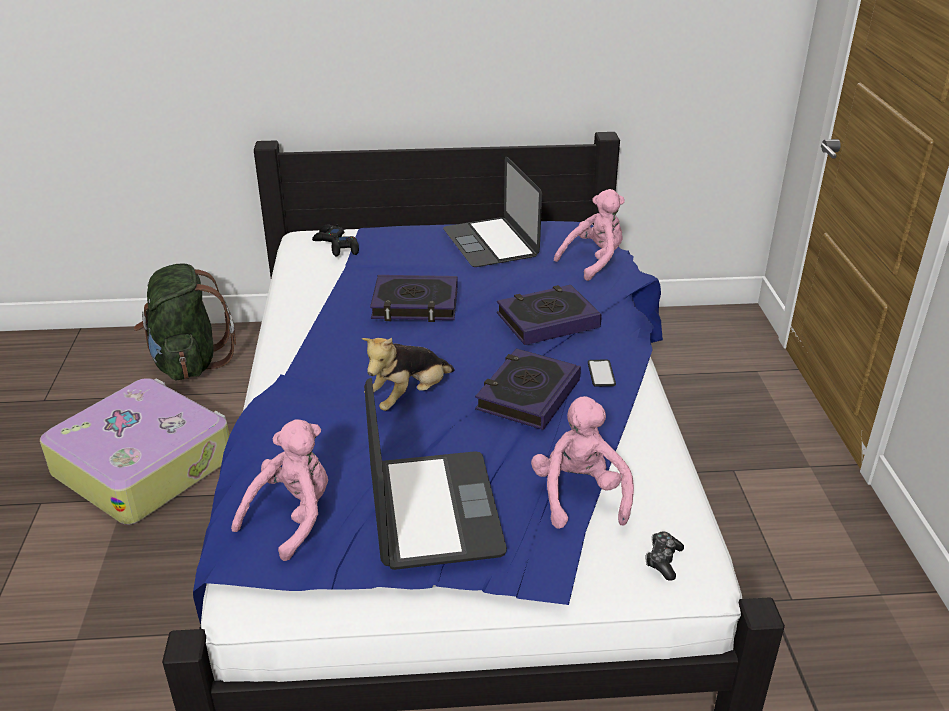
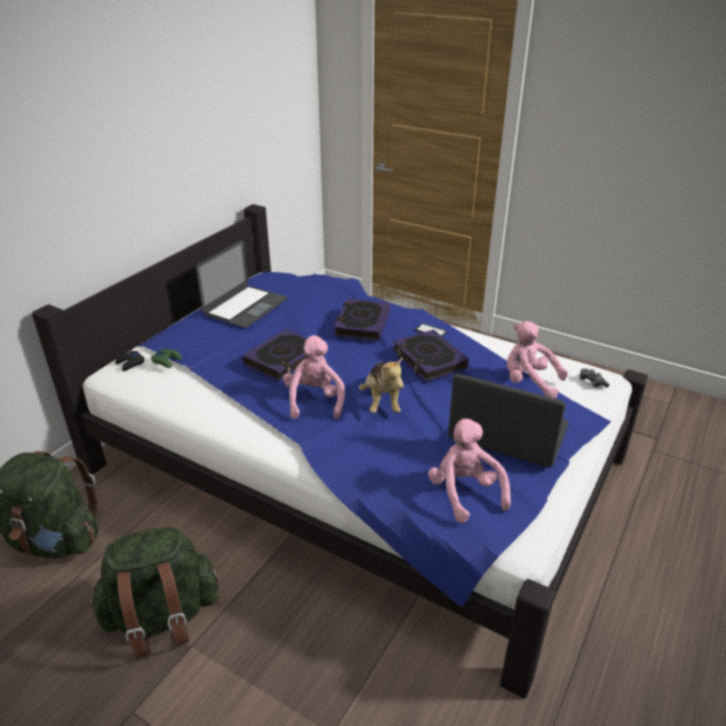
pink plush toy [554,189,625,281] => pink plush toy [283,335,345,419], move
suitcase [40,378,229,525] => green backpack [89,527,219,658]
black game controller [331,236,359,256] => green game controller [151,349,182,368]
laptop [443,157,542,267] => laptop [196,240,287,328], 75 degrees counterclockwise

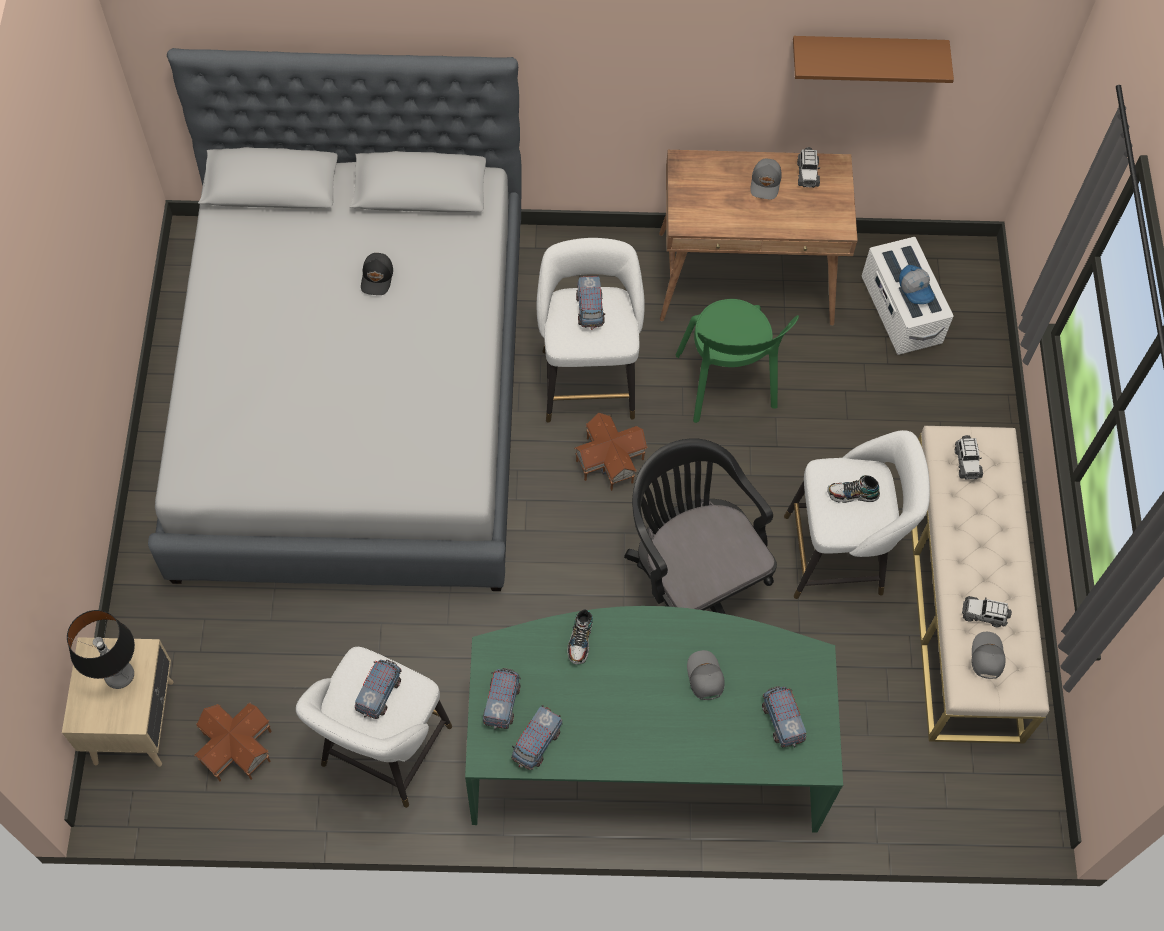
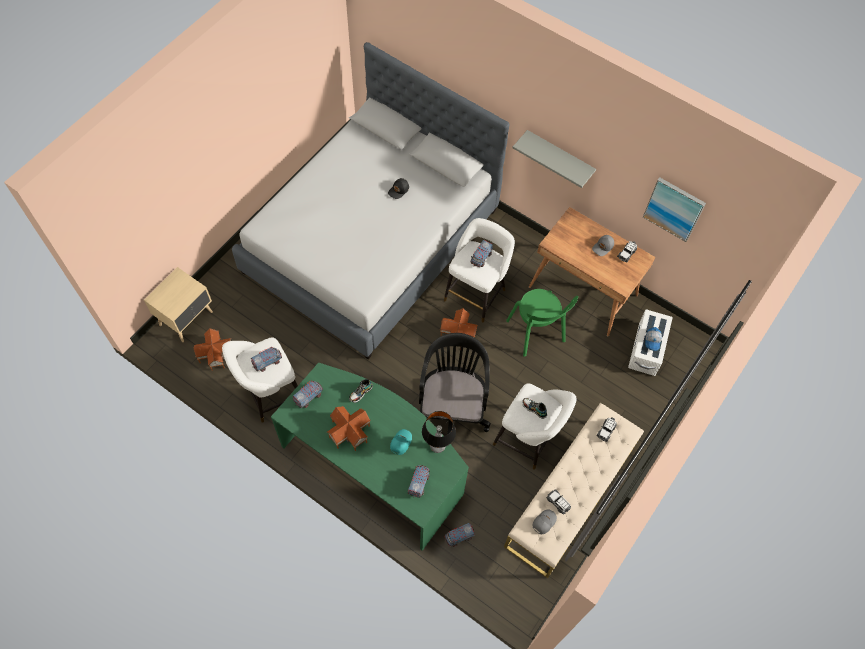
nothing => toy house [327,406,370,451]
nothing => grey shelf [513,130,596,188]
table lamp [67,610,135,689] => table lamp [422,411,456,453], move
toy truck [511,705,562,770] => toy truck [444,523,475,547], move
brown shelf [793,36,954,83] => picture [643,177,706,242]
grey cap [687,650,725,700] => turquoise cap [390,429,412,455]
green chair [676,299,799,423] => green chair [506,289,578,357], 45 degrees counterclockwise

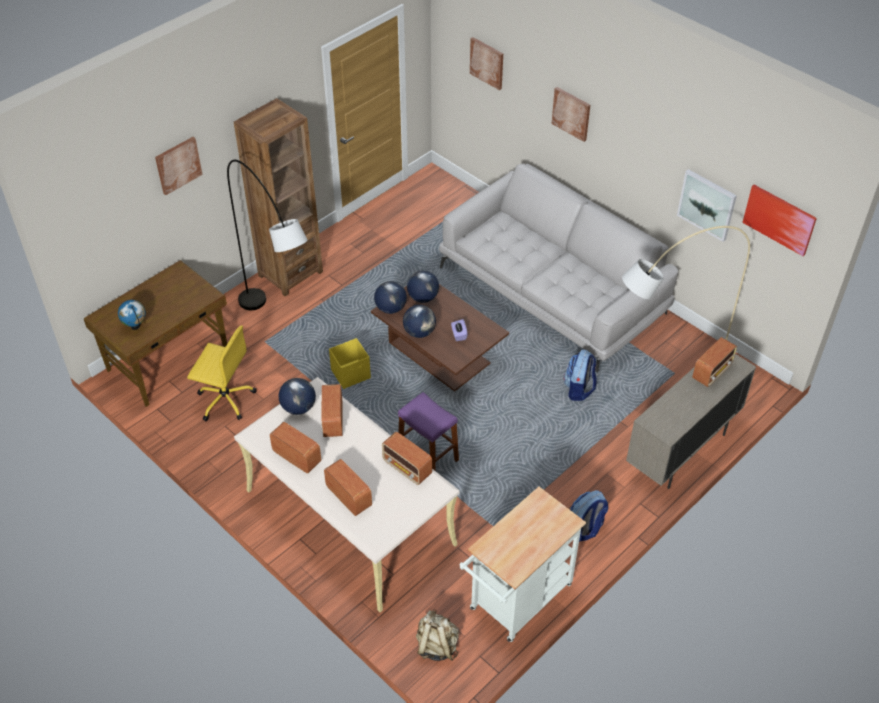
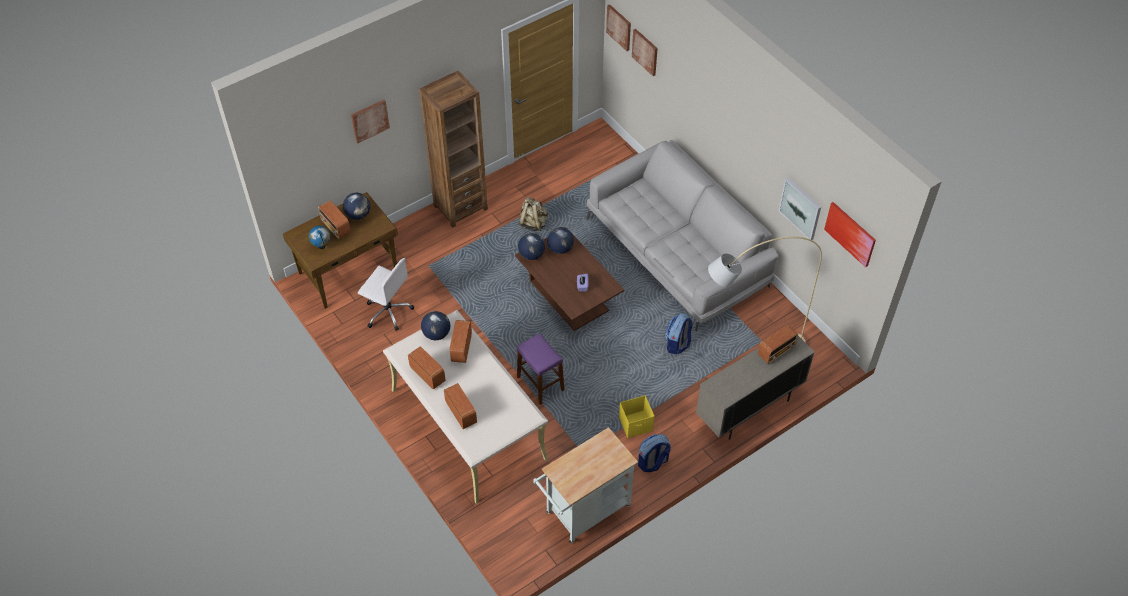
grey floor lamp [227,160,308,310] => nothing
yellow storage box [329,338,371,389] => yellow storage box [619,395,655,438], move
radio [382,432,432,485] => radio [318,200,351,239], move
globe [403,305,436,338] => globe [343,193,370,220], move
beige backpack [416,609,460,661] => beige backpack [519,197,548,232], move
picture [552,87,590,142] => picture [606,4,631,51], move
yellow office chair [187,325,257,421] => white office chair [358,258,414,331]

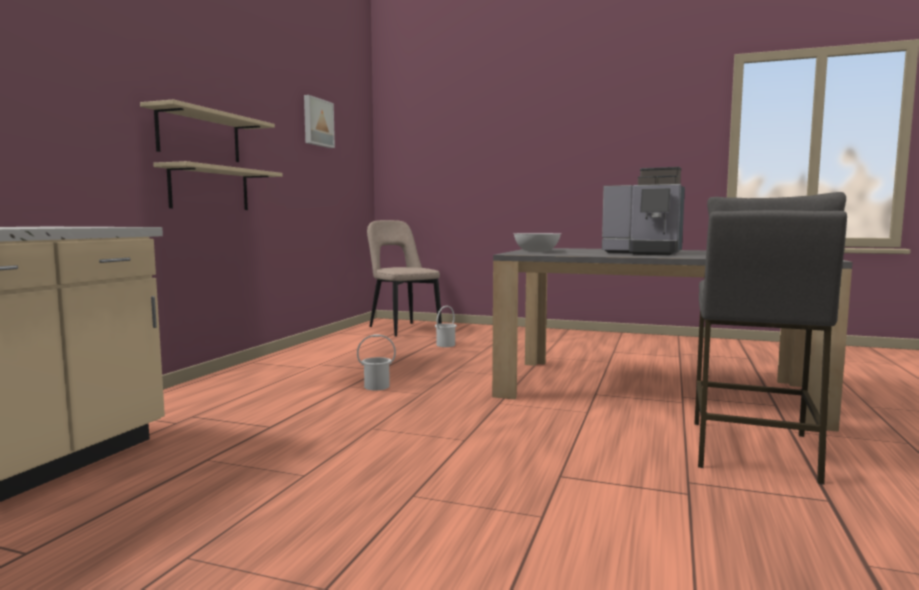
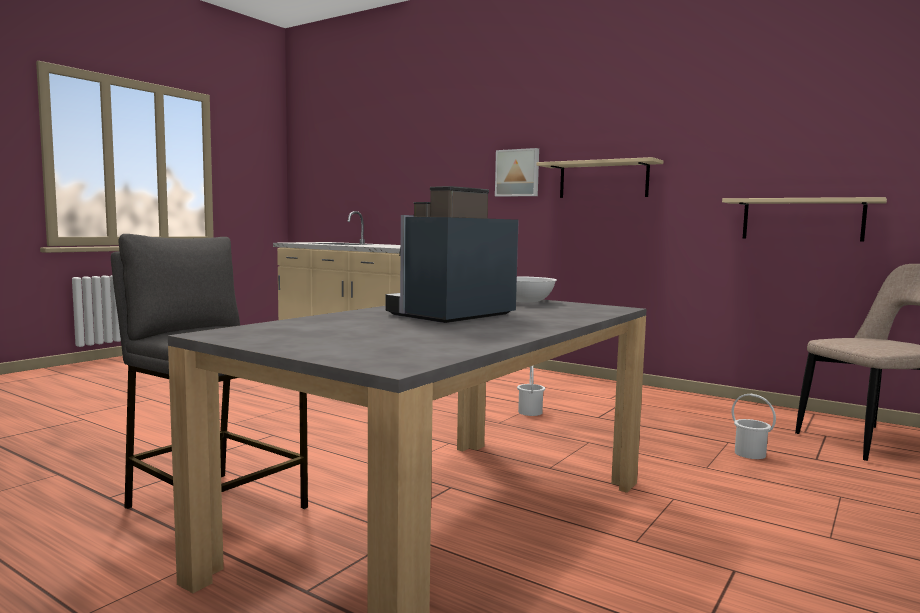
beige shelf [153,161,283,210] => beige shelf [722,197,887,241], move
picture [304,95,335,148] => picture [495,148,539,197], move

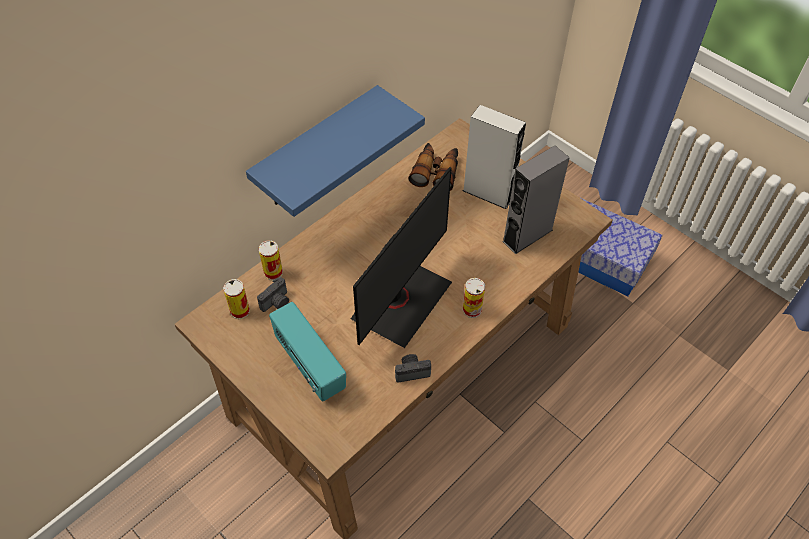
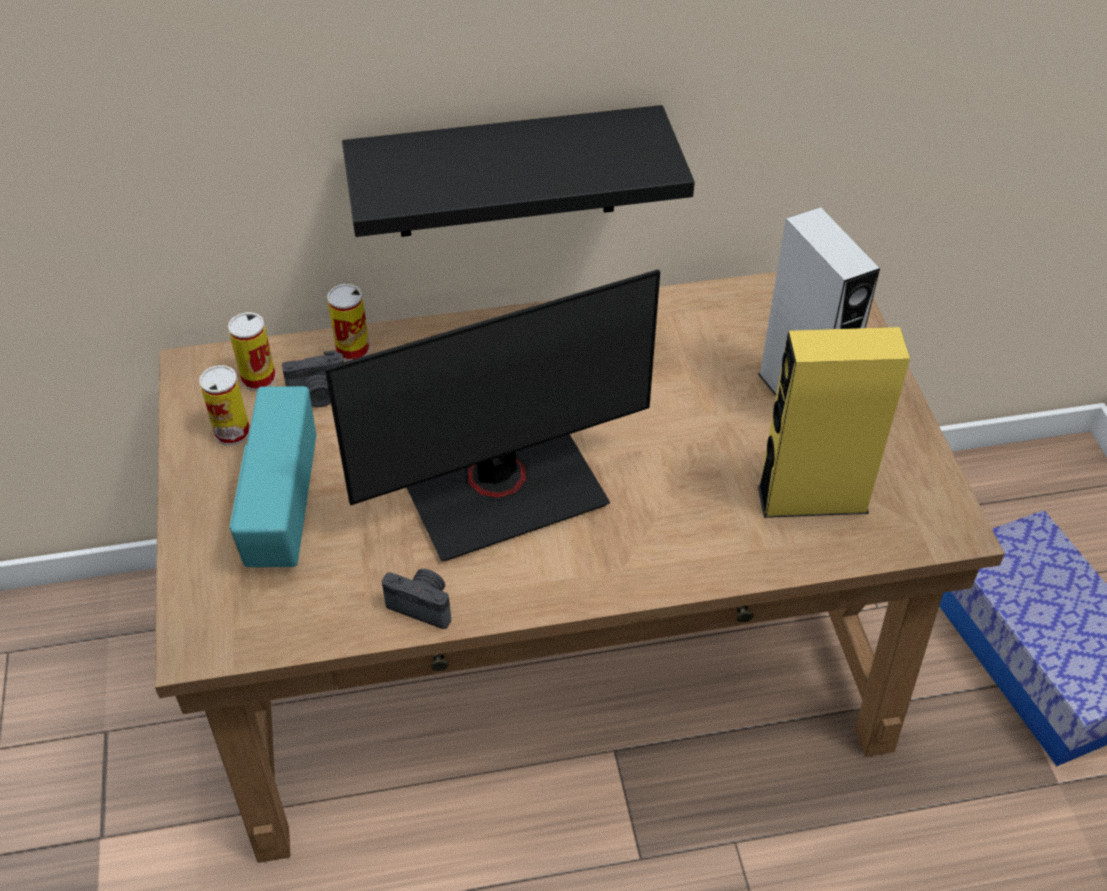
binoculars [408,143,458,191] => nothing
can [463,278,485,318] => can [199,365,250,446], move
blue shelf [246,85,425,217] => black shelf [342,105,695,237]
grey speaker [502,146,570,254] => yellow speaker [758,327,910,518]

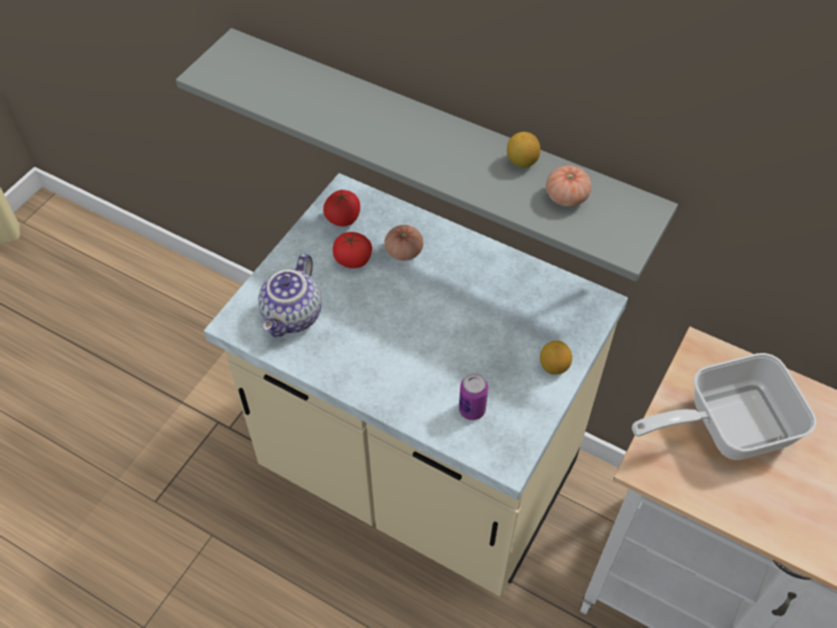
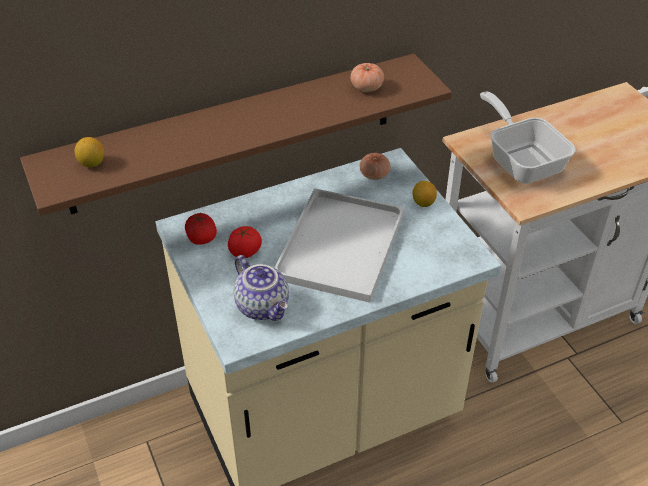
can [459,374,488,420] => nothing
nothing => white tray [274,188,404,303]
tomato [385,225,424,261] => tomato [359,153,391,180], move
lemon [507,132,540,168] => lemon [74,137,104,167], move
grey shelf [176,28,678,282] => brown shelf [20,54,452,216]
frying pan [632,353,817,460] => frying pan [480,91,576,184], 135 degrees clockwise

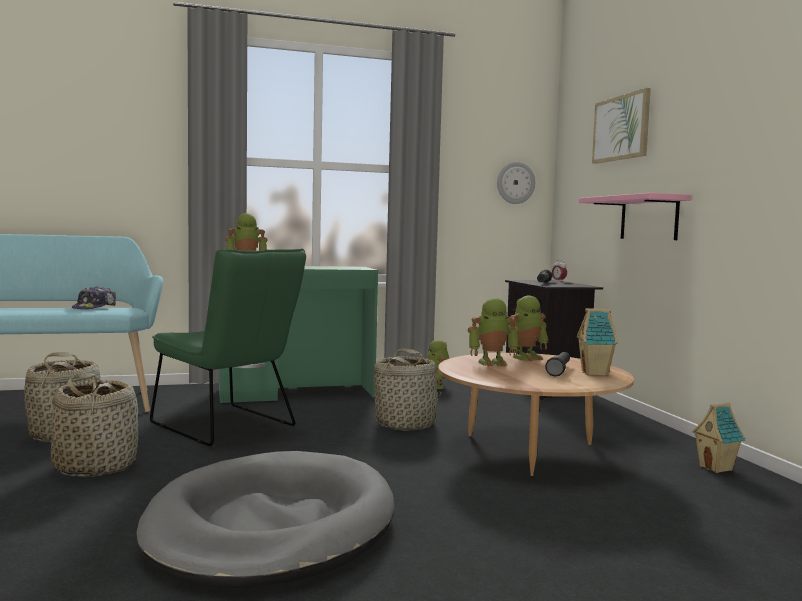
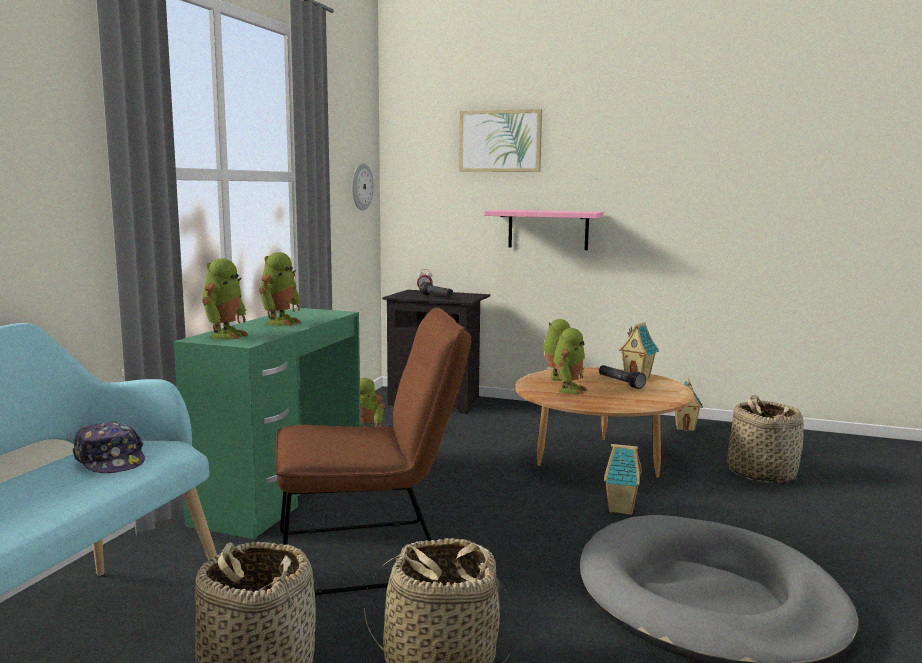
nothing => toy robot [259,252,301,326]
nothing => toy house [604,444,642,515]
basket [374,349,441,431] => basket [727,395,804,484], move
green chair [150,248,306,446] => brown chair [275,308,471,595]

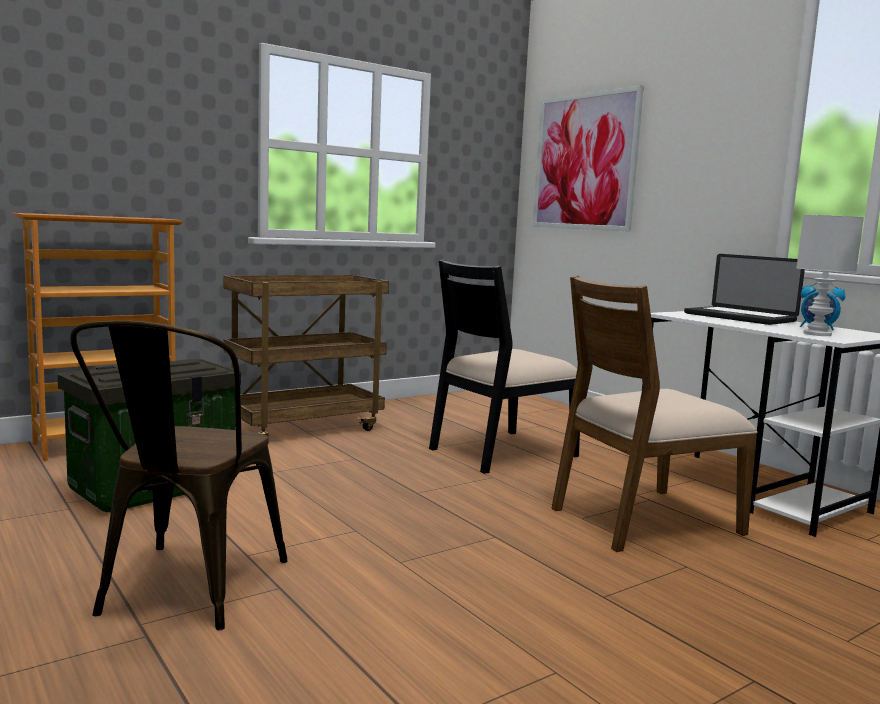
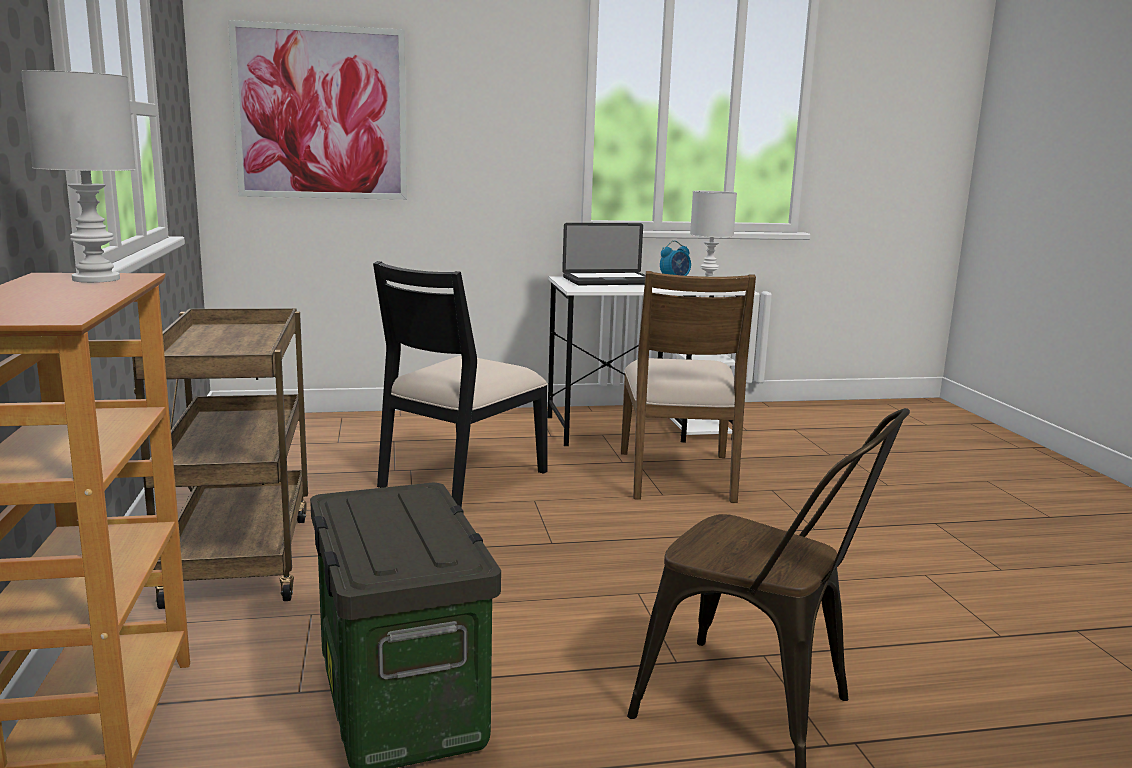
nothing => white table lamp [21,70,136,283]
black chair [429,259,580,474] => black chair [373,261,548,508], 45 degrees clockwise

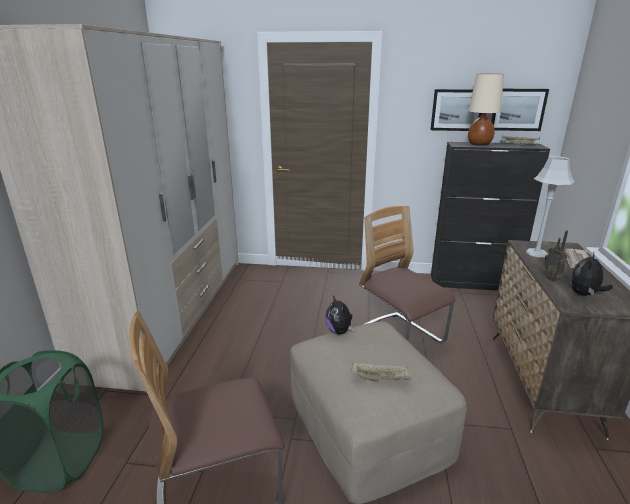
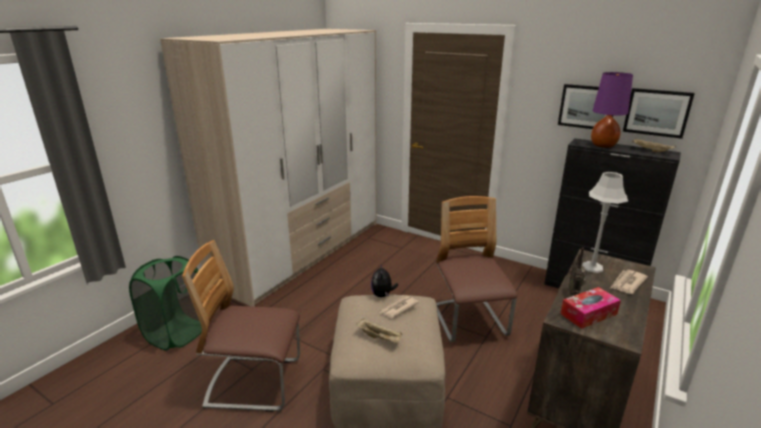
nothing => newspaper [379,295,419,318]
plush toy [570,253,613,296] => tissue box [560,287,621,329]
beige table lamp [468,74,504,146] => purple table lamp [591,72,633,148]

